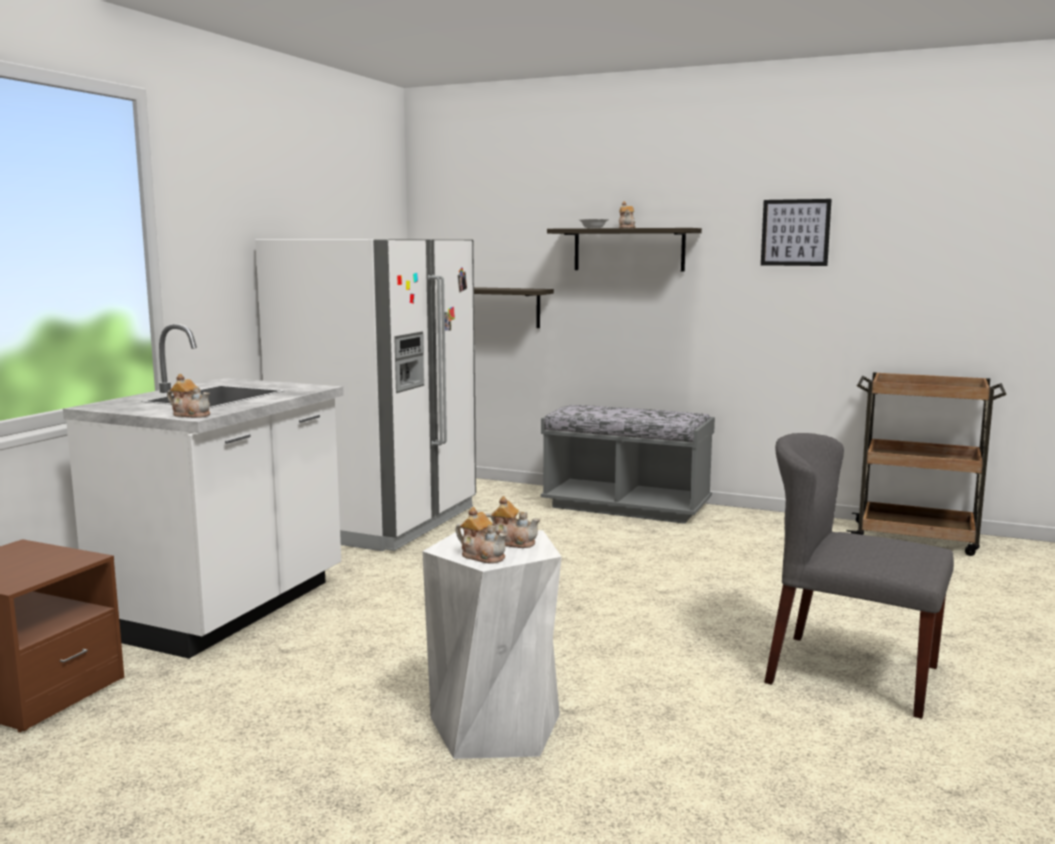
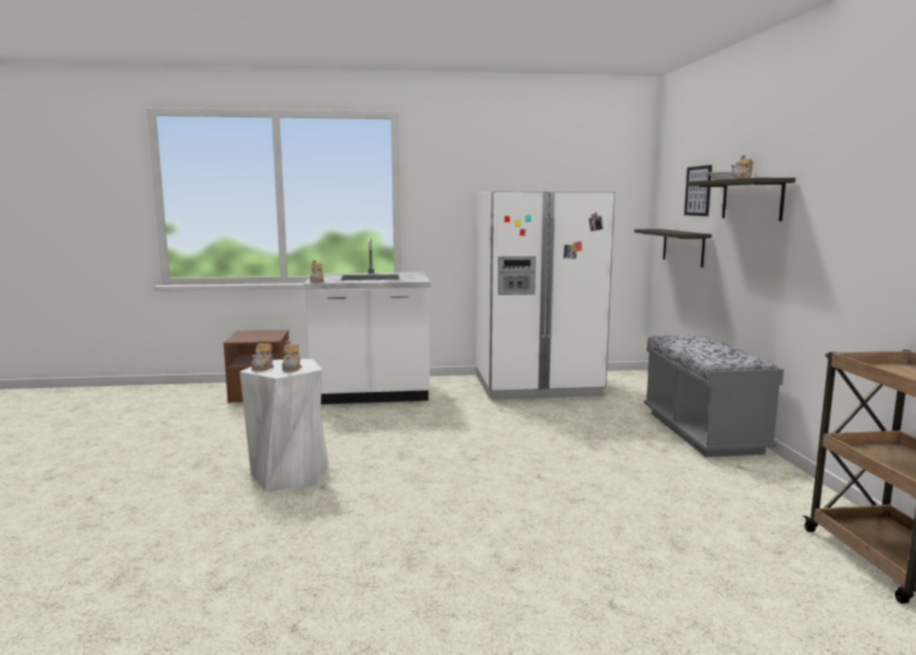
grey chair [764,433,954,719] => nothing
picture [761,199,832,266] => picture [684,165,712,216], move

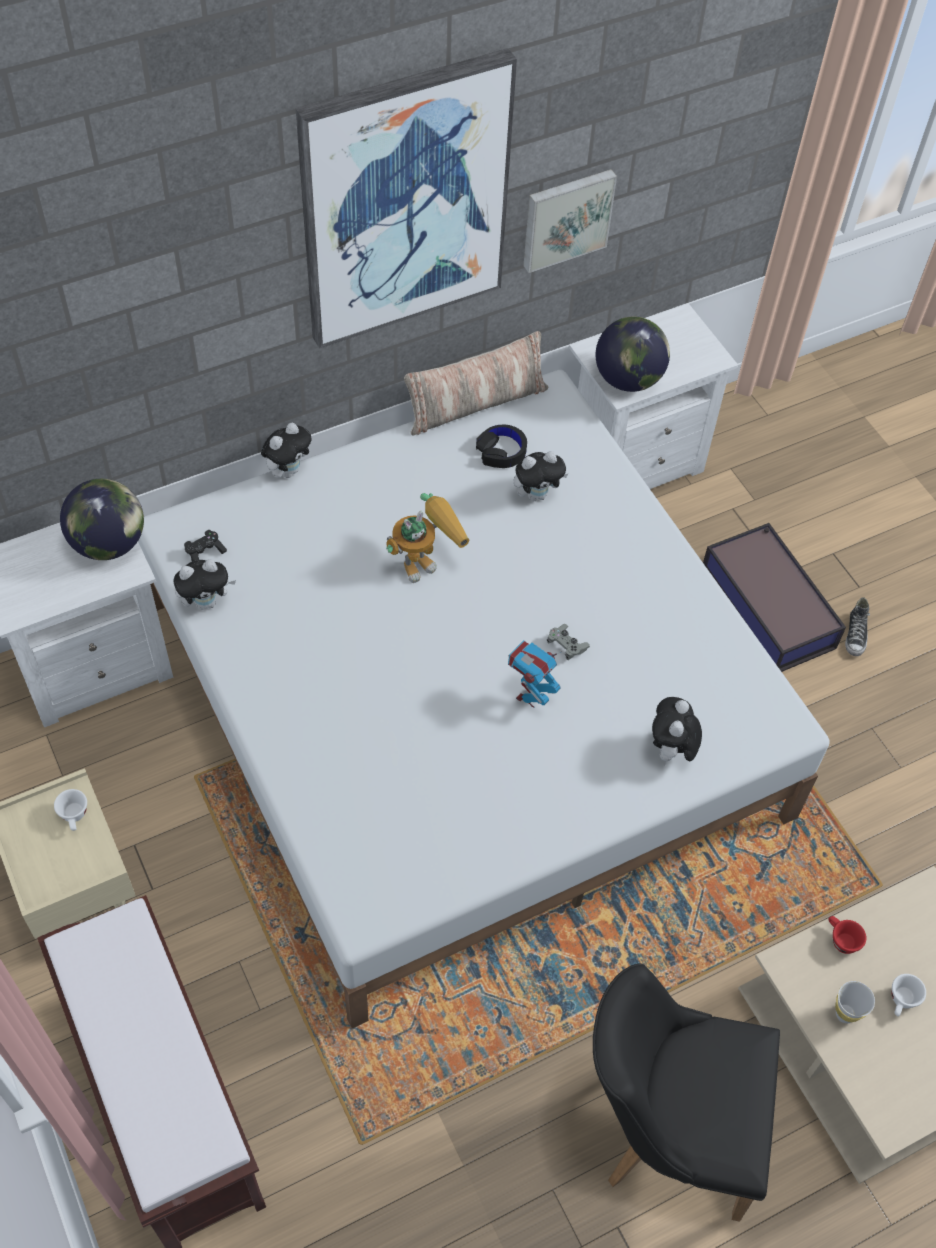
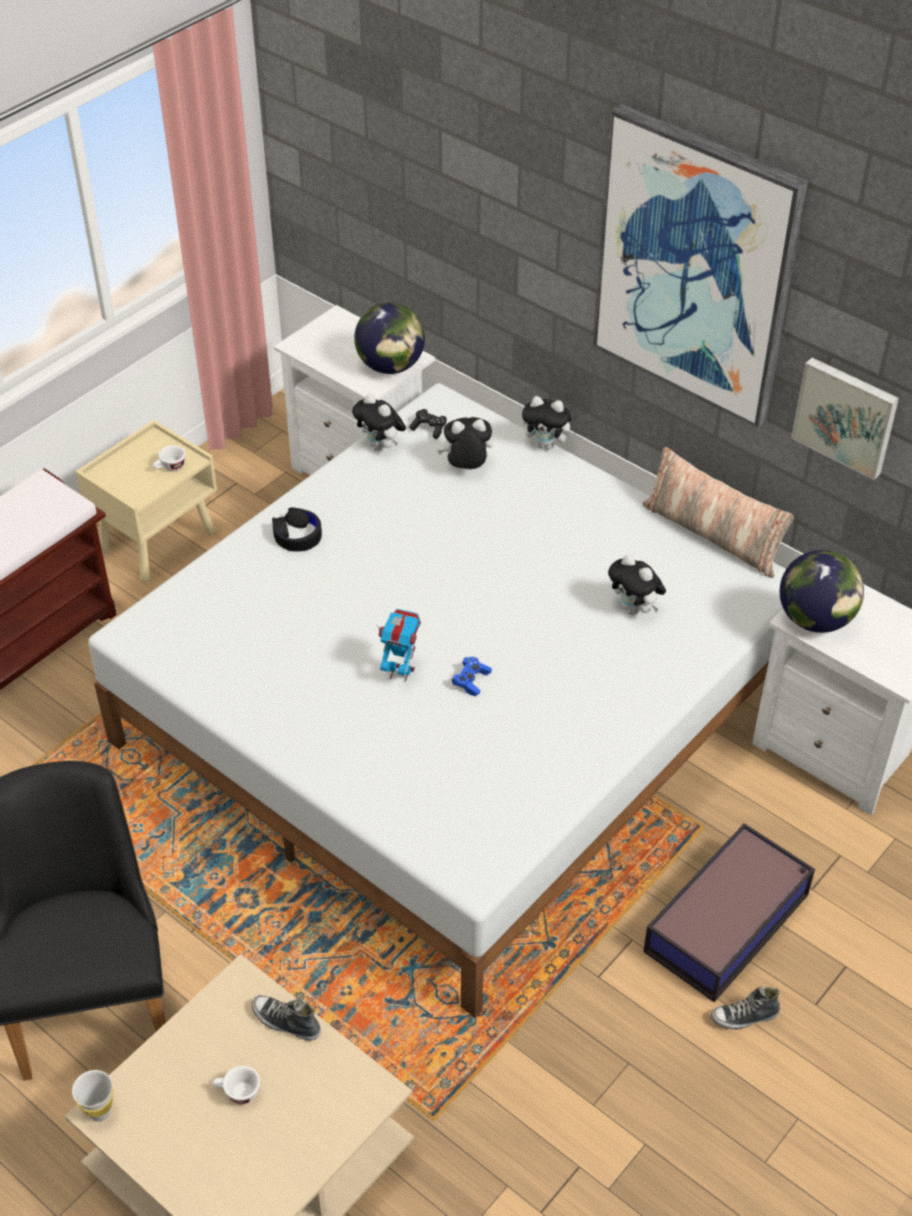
toy robot [386,493,470,583] => nothing
black headphones [476,425,527,468] => black headphones [272,507,322,552], move
plush toy [652,697,702,761] => plush toy [437,417,493,469], move
white cup [835,981,875,1023] => white cup [72,1070,113,1121], move
red cup [828,916,867,954] => shoe [252,995,321,1041]
grey game controller [547,624,590,661] => blue game controller [452,657,492,696]

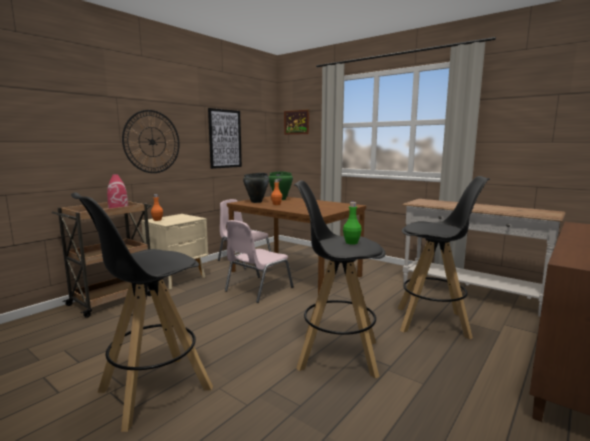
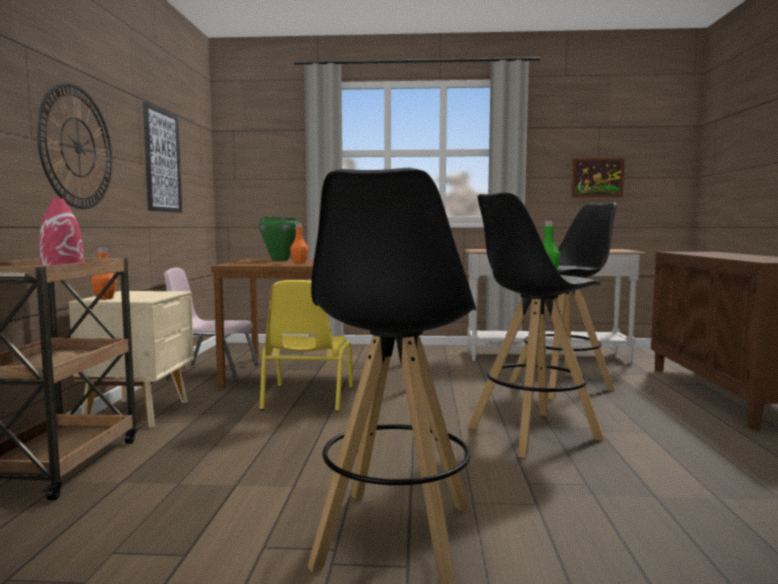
black cooking pot [243,173,269,203] => nothing
picture [284,109,309,135] => picture [571,158,625,197], move
pink chair [225,220,294,303] => yellow chair [260,280,353,412]

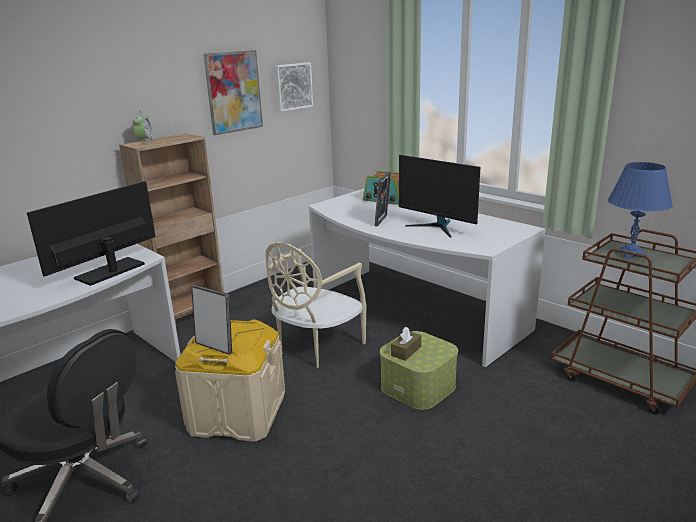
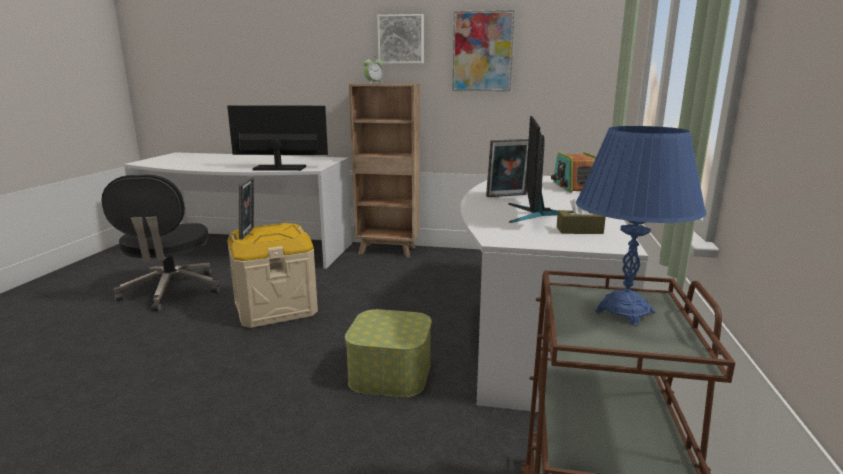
beige chair [265,242,366,368] => nothing
picture [274,62,313,112] => picture [377,14,424,64], move
brown tissue box [391,327,421,361] => brown tissue box [557,198,606,234], move

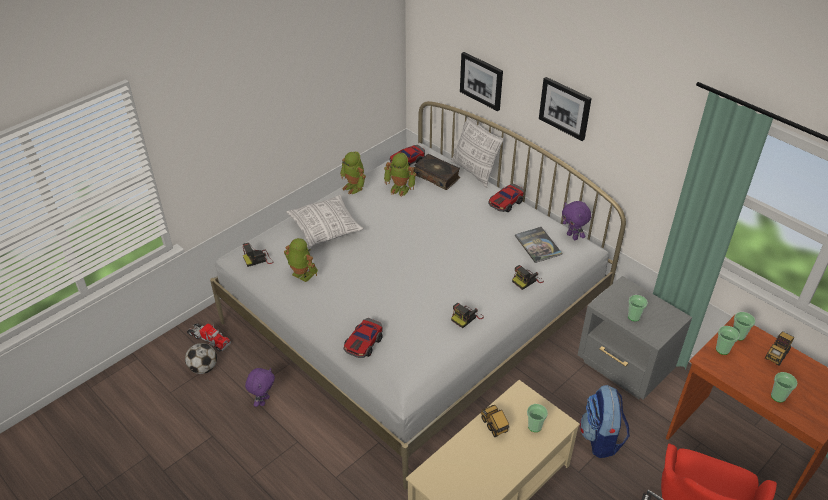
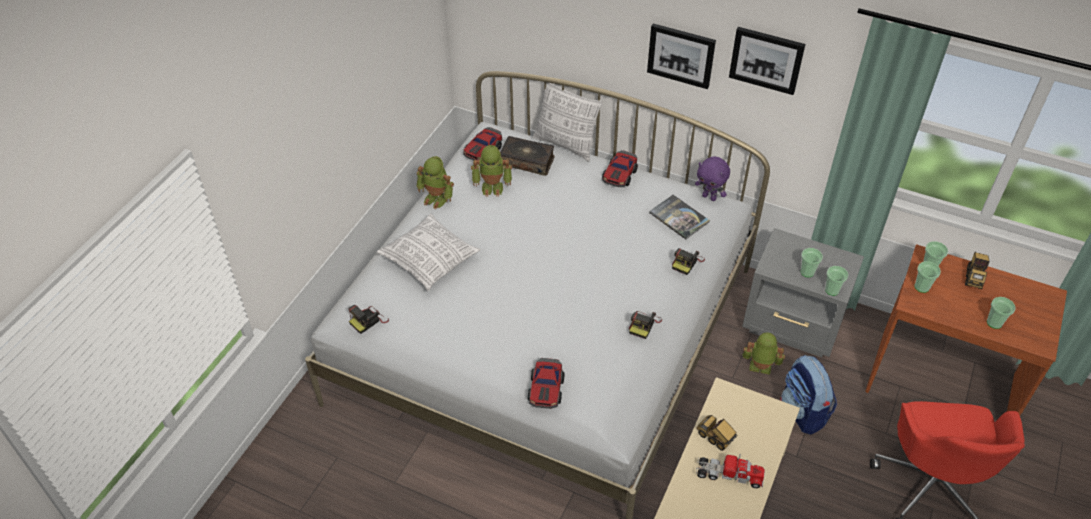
football [185,343,217,374] => nothing
purple plush toy [245,368,275,407] => nothing
toy truck [187,323,231,352] => toy truck [696,454,765,488], move
toy robot [284,238,318,282] => toy robot [743,332,785,375], move
picture [460,52,503,111] => picture [729,27,805,95], move
cup [527,404,548,432] => cup [825,266,848,296], move

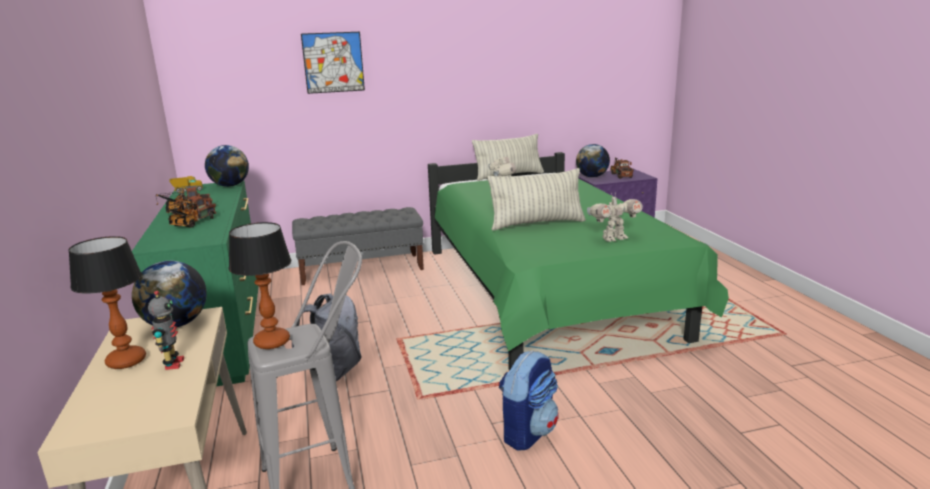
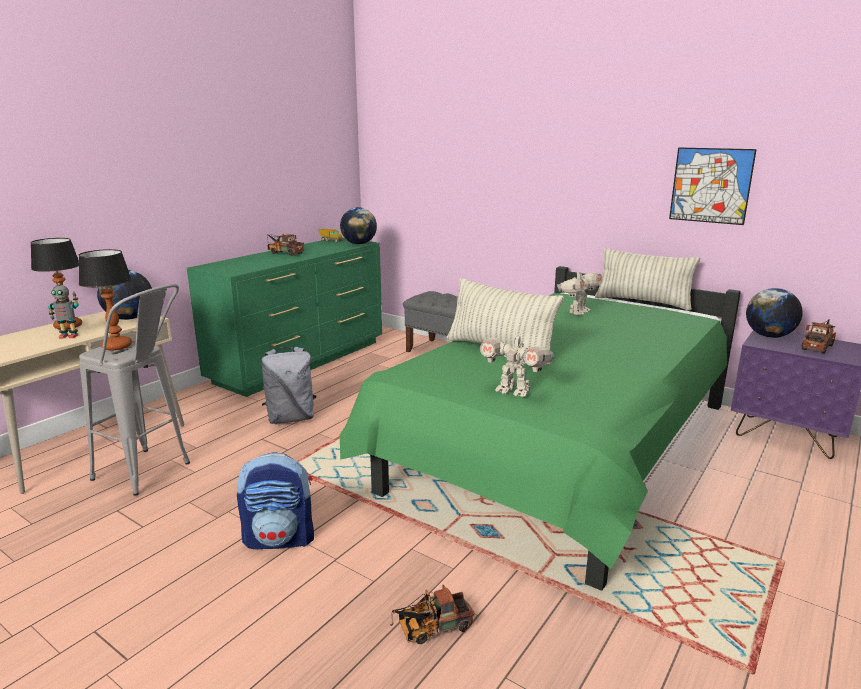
toy truck [168,196,216,228] => toy truck [390,585,474,644], move
picture [301,32,365,94] => picture [669,147,757,225], move
toy robot [148,291,184,370] => toy robot [48,280,79,339], 45 degrees clockwise

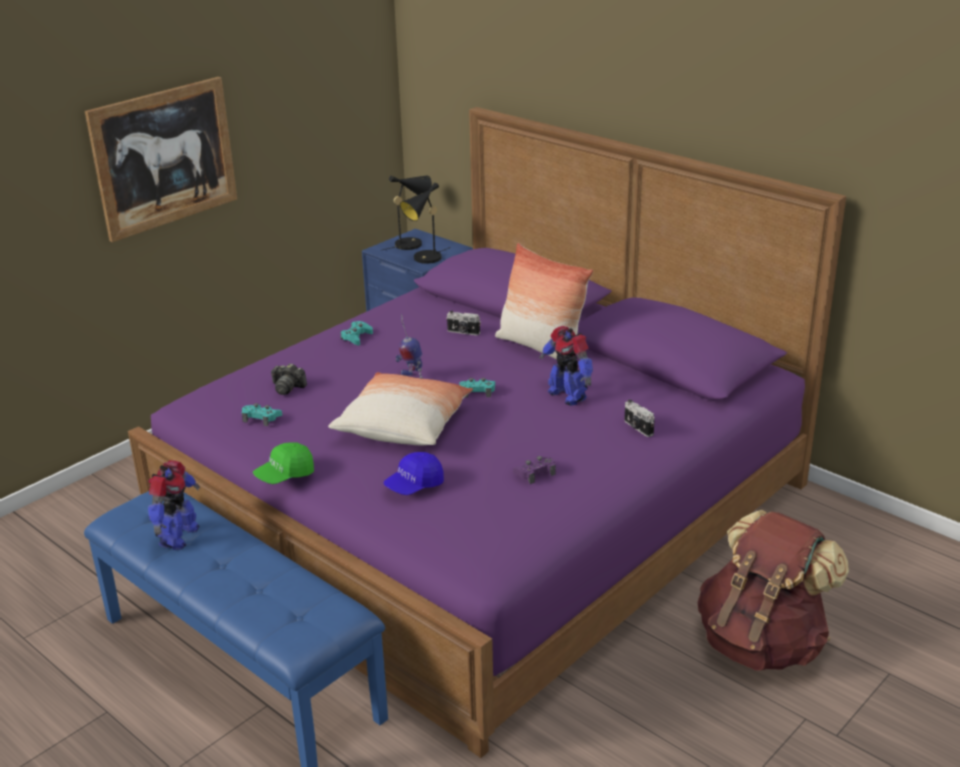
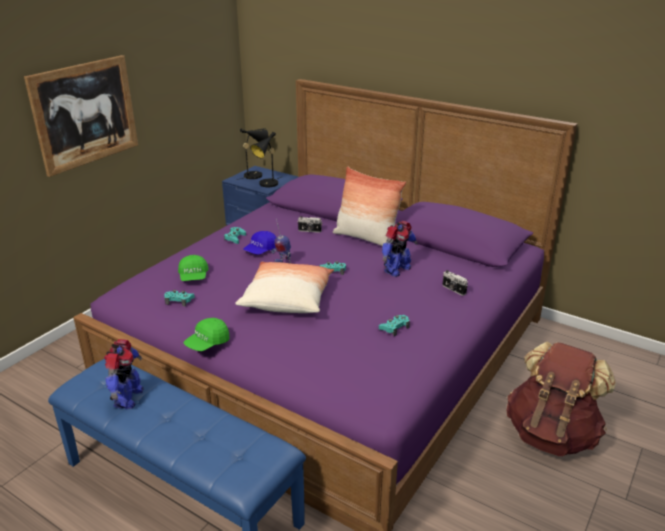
blue cap [383,452,444,495] => blue cap [243,231,277,255], move
photo camera [271,363,307,395] => green cap [178,255,209,281]
purple game controller [513,456,556,484] => turquoise game controller [379,315,410,336]
toy robot [540,326,593,406] => toy robot [382,221,418,277], 90 degrees counterclockwise

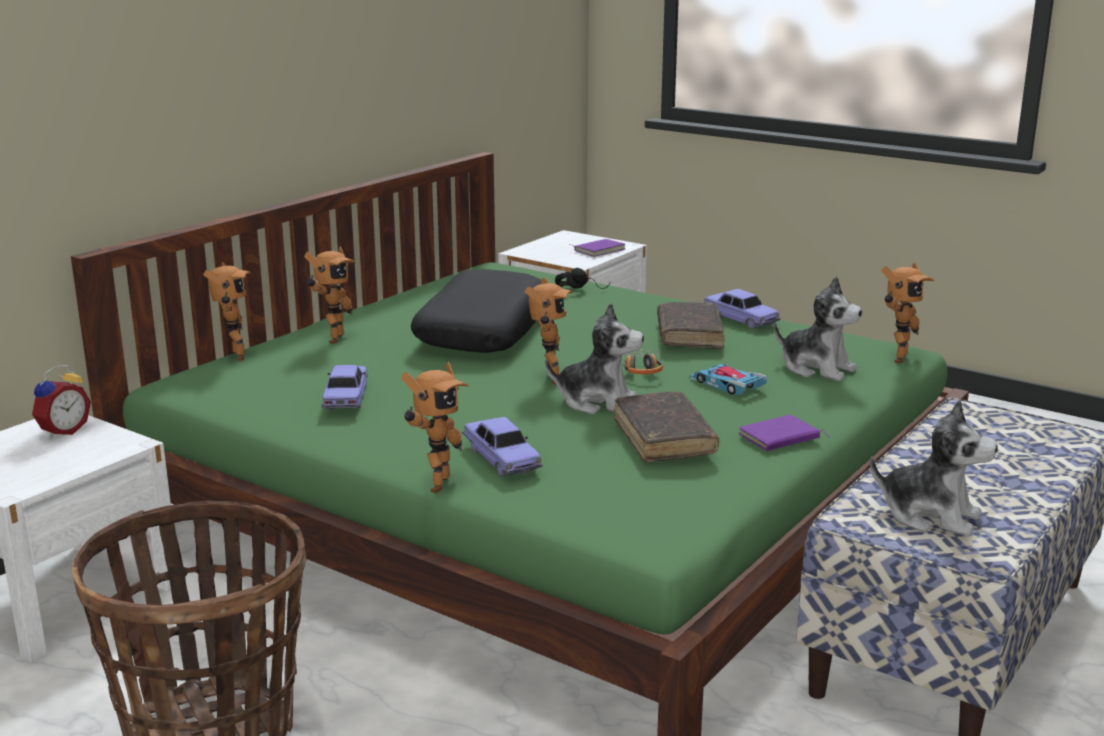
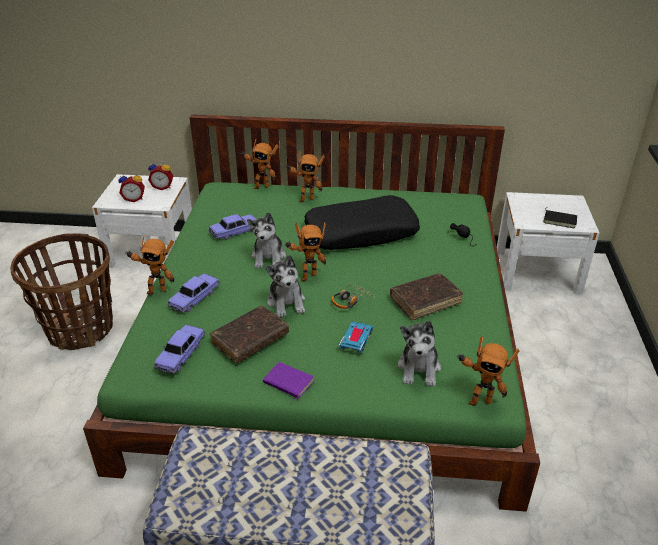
nothing => alarm clock [119,171,145,202]
toy car [704,289,781,329] => toy car [154,325,206,374], move
plush toy [870,399,998,536] => plush toy [247,212,286,268], move
purple book [569,239,625,257] => black book [543,208,577,228]
toy robot [203,262,251,361] => toy robot [240,139,279,189], 45 degrees clockwise

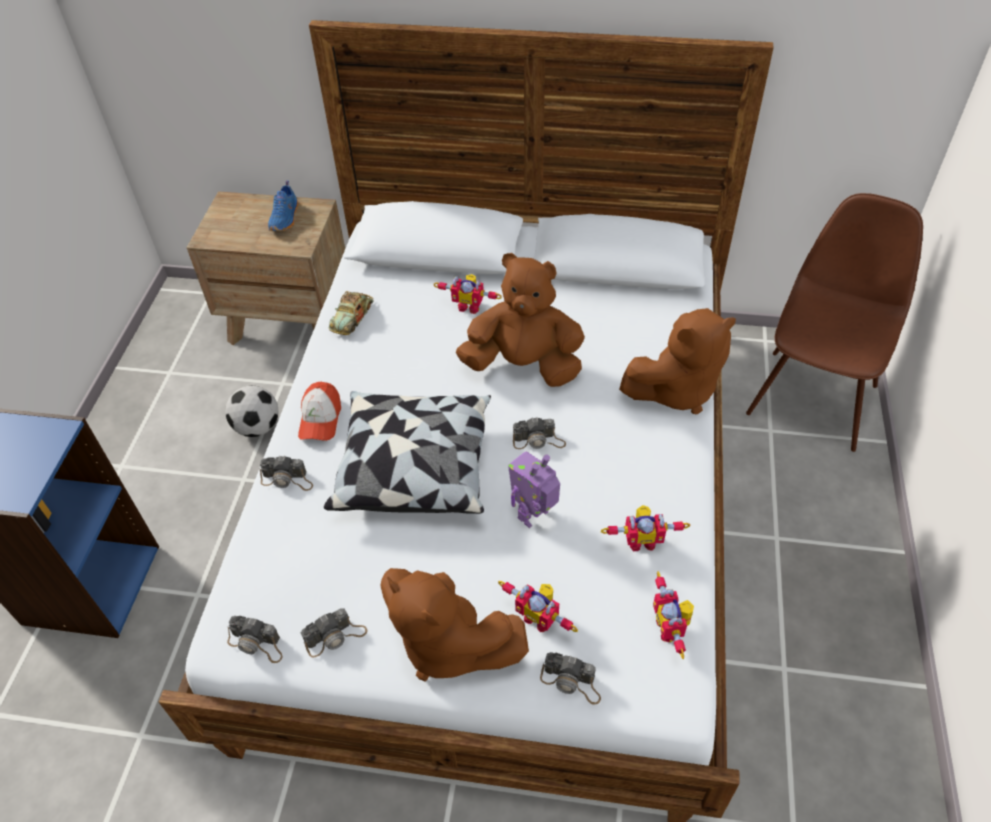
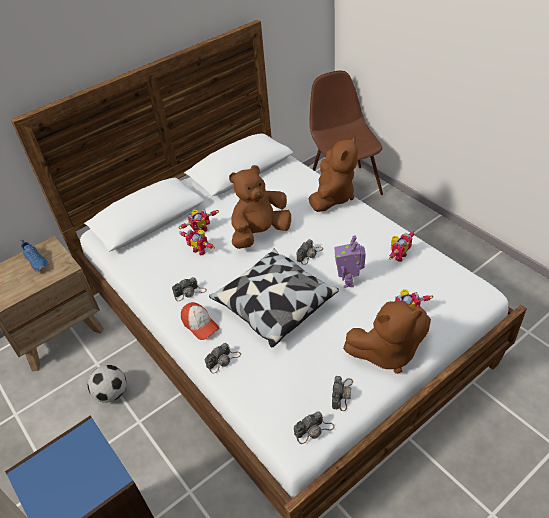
toy car [328,291,373,335] => nothing
photo camera [540,652,601,705] => photo camera [172,277,207,301], move
toy robot [653,572,694,659] => toy robot [179,230,215,255], move

